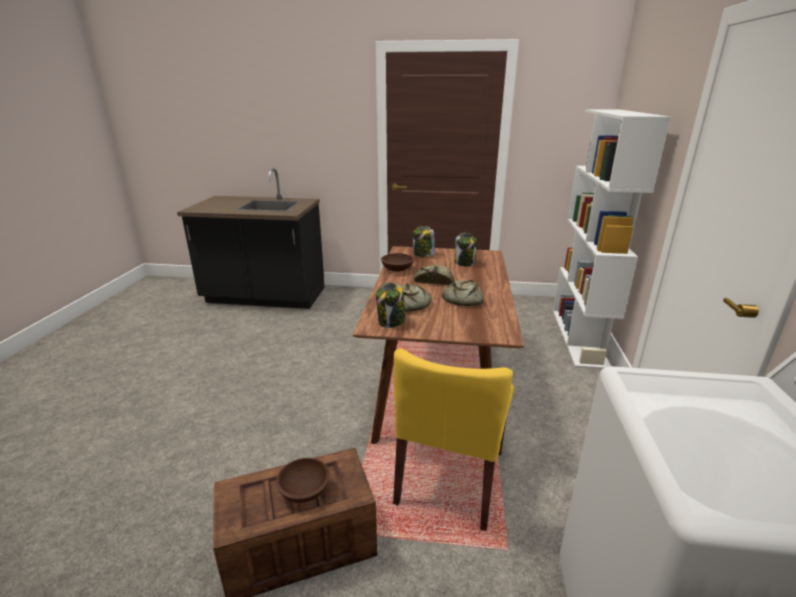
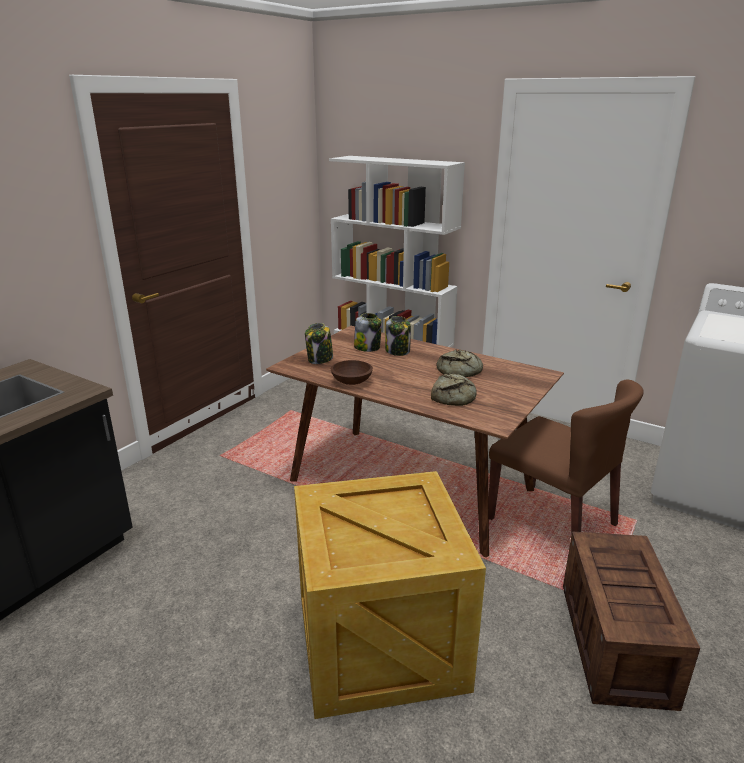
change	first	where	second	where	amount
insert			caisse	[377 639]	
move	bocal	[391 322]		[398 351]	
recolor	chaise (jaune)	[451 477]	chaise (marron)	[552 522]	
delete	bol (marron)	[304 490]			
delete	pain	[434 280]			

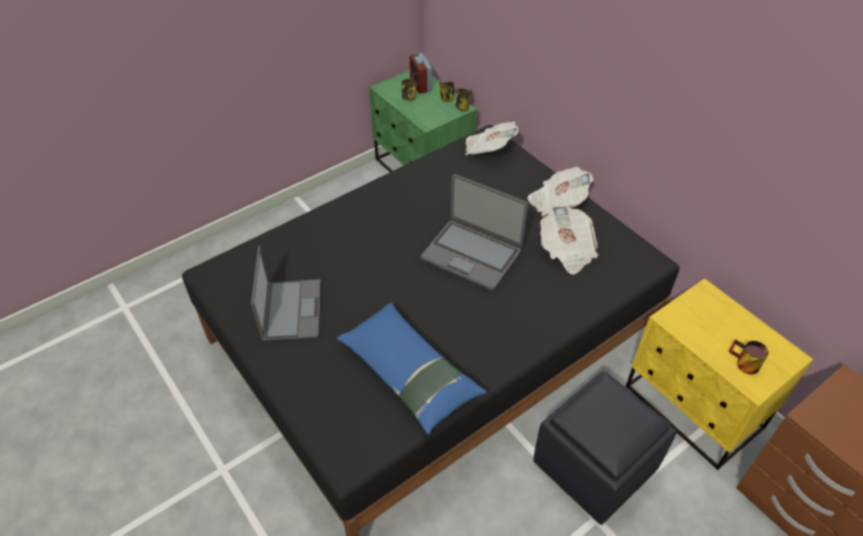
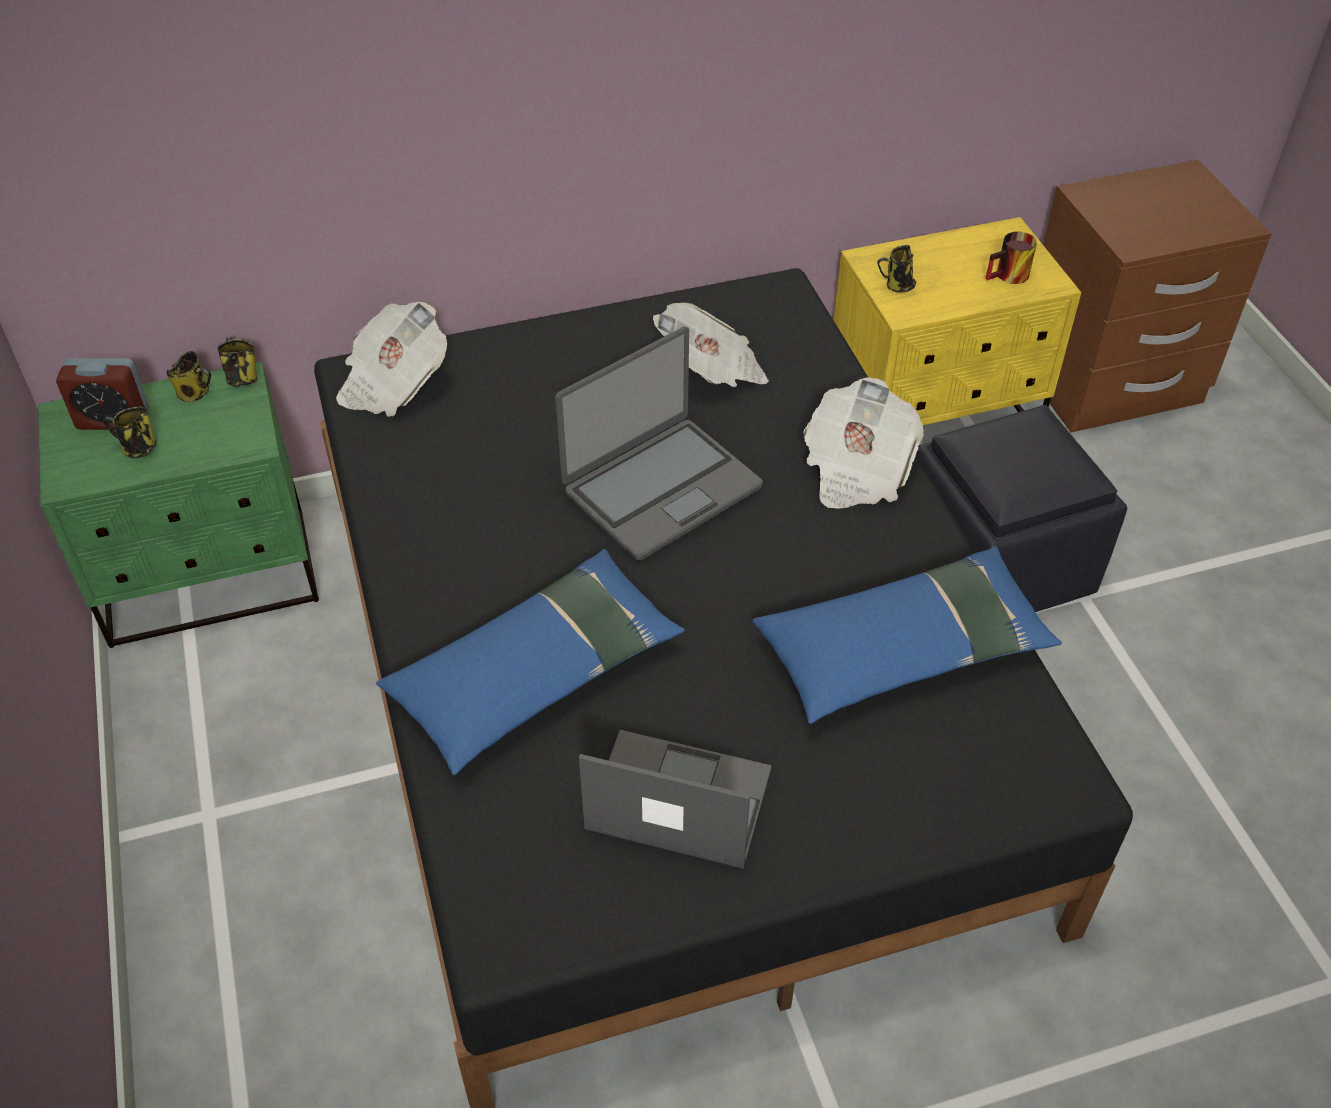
change	first	where	second	where	amount
insert			coussin (bleu)	[536 674]	
move	journal	[557 203]		[856 470]	
insert			mug	[897 286]	

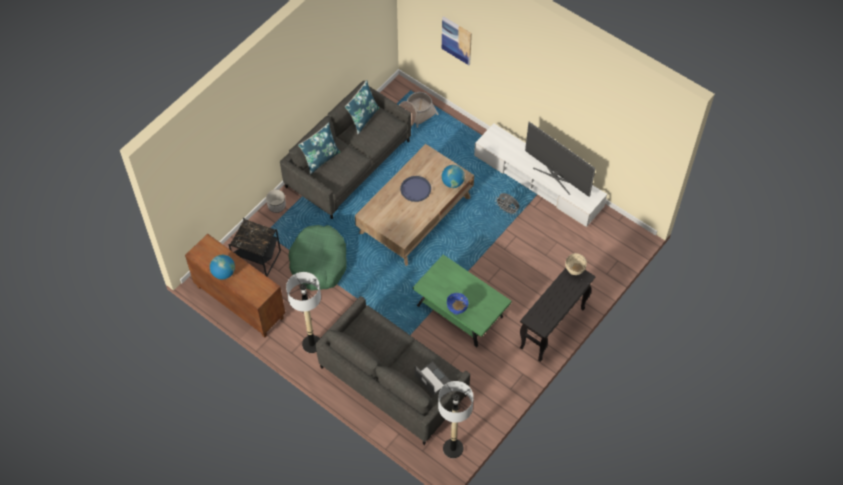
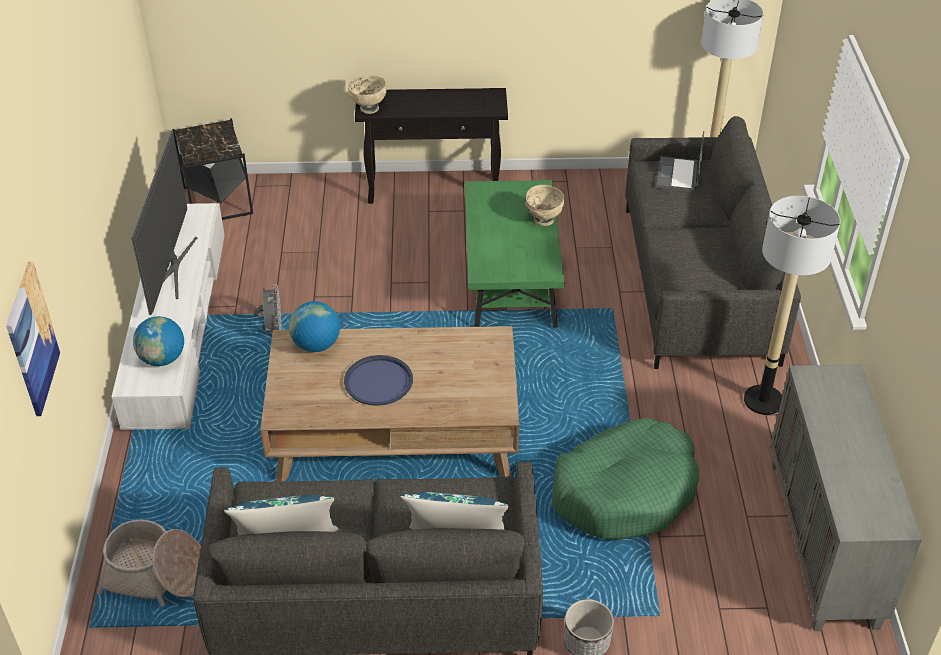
change	first	where	second	where	amount
move	globe	[223 273]		[162 359]	
move	table d'appoint (noir)	[257 258]		[217 201]	
recolor	bol (bleu)	[457 309]	bol (beige)	[543 220]	
recolor	meuble de rangement (marron)	[239 302]	meuble de rangement (gris)	[824 543]	

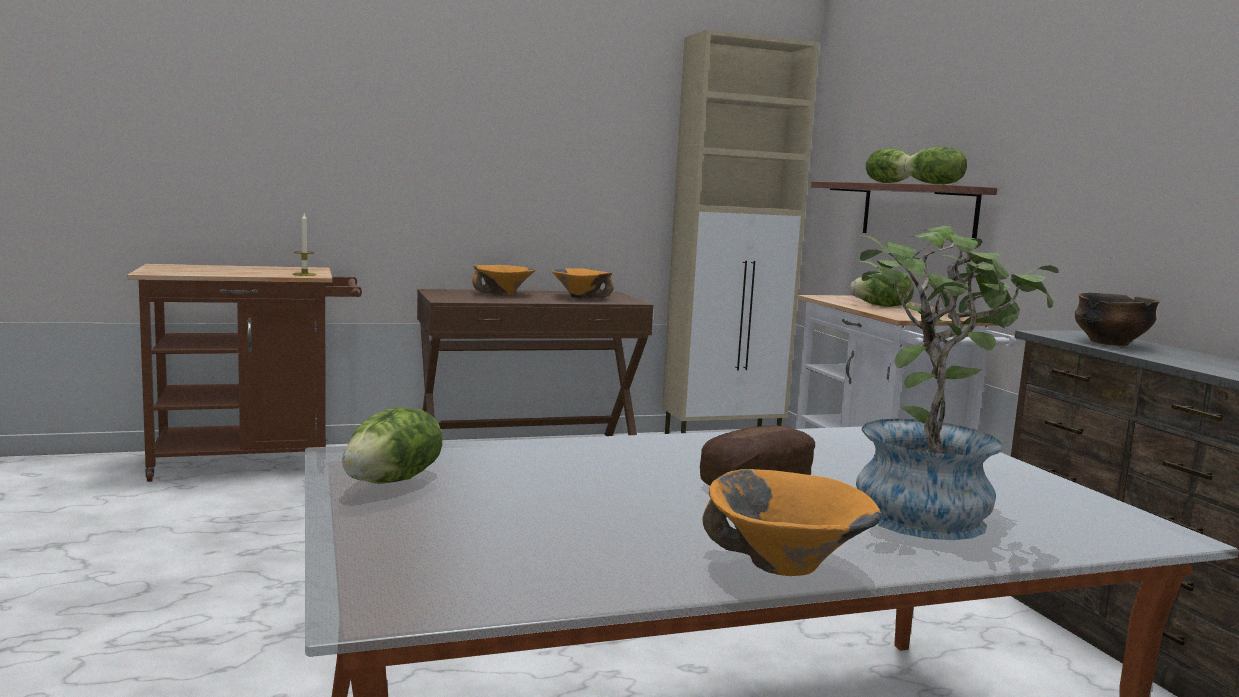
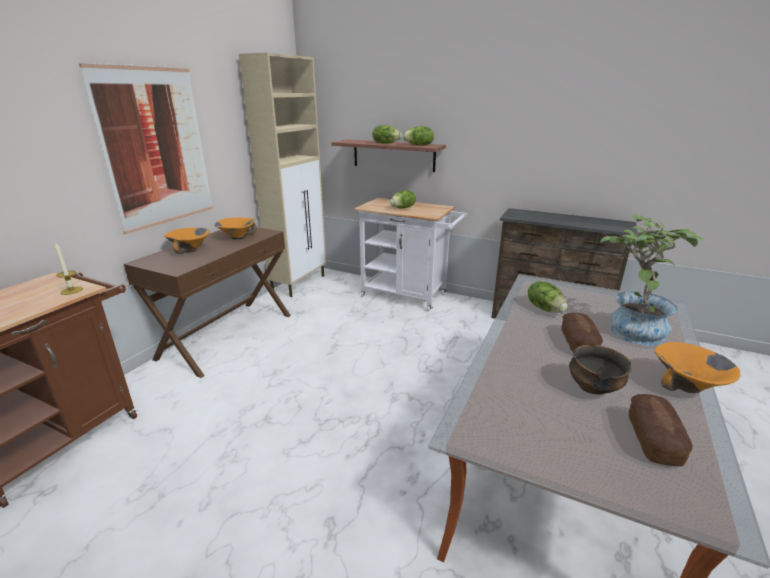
change	first	where	second	where	amount
insert			tableau	[156 148]	
move	laitue	[394 481]		[545 308]	
move	bol	[1109 343]		[593 388]	
insert			pain	[653 439]	

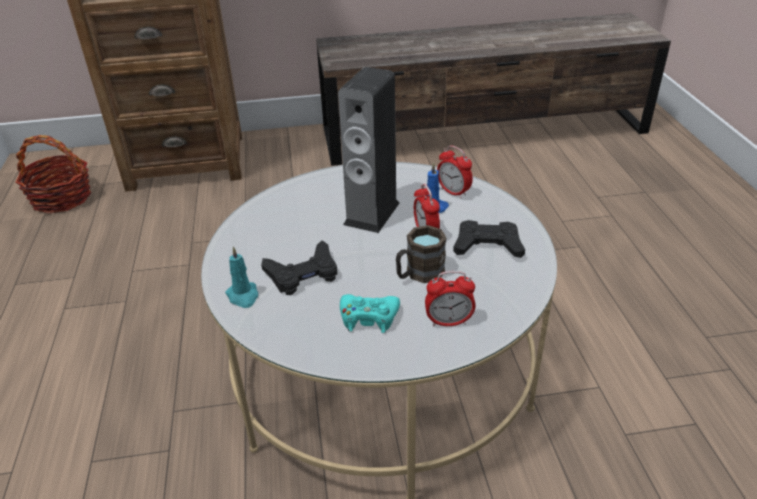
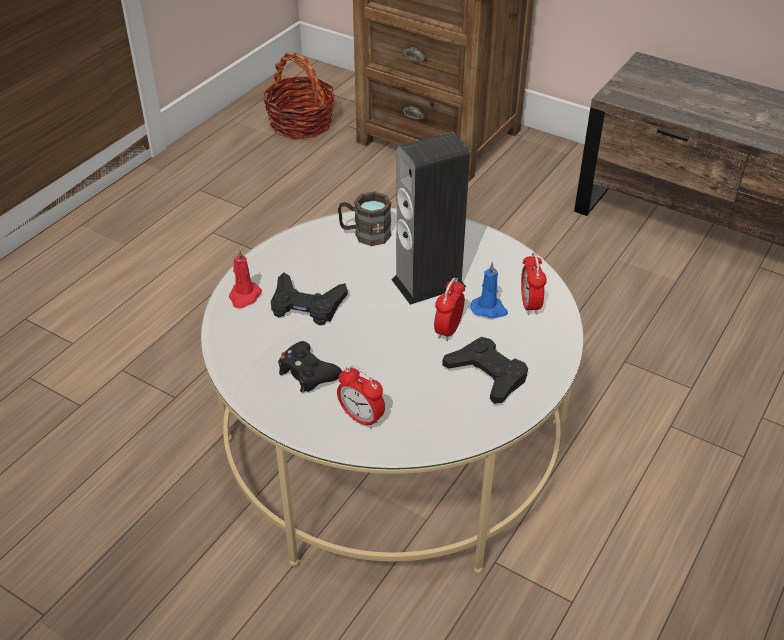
change	first	where	second	where	amount
recolor	bougie (turquoise)	[243 296]	bougie (rouge)	[244 296]	
recolor	manette (turquoise)	[369 318]	manette (noir)	[307 373]	
move	mug (marron)	[419 274]		[365 234]	

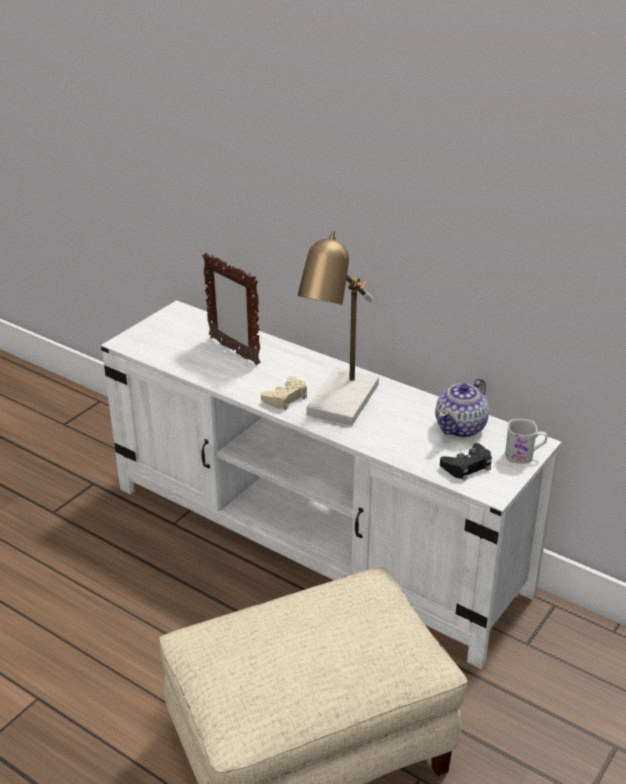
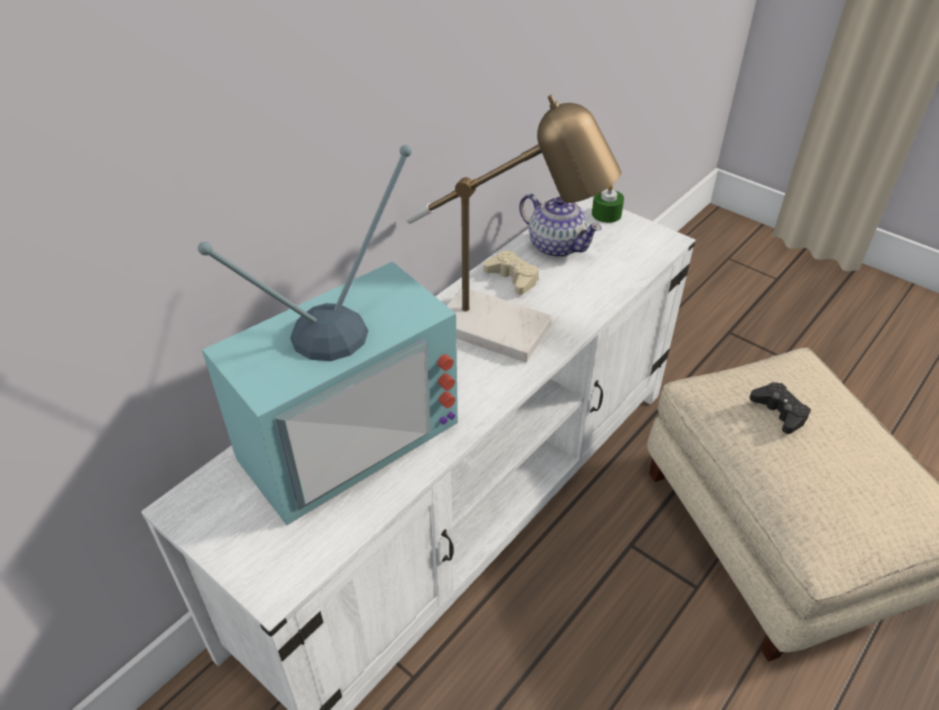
change	first	where	second	where	amount
replace	cadre photo	[234 351]	téléviseur	[345 432]	
move	manette (beige)	[286 398]		[512 278]	
replace	mug (blanc)	[524 456]	bougie (vert)	[606 214]	
move	manette (noir)	[467 466]		[779 412]	

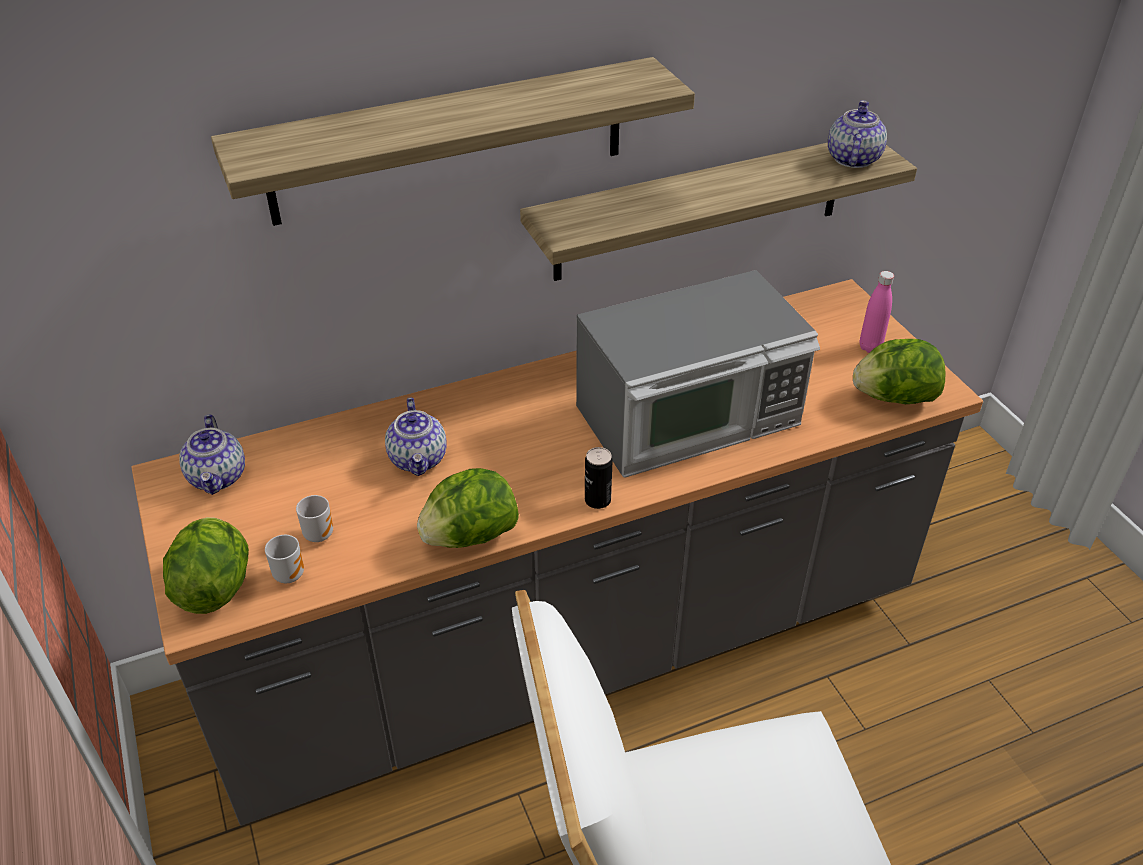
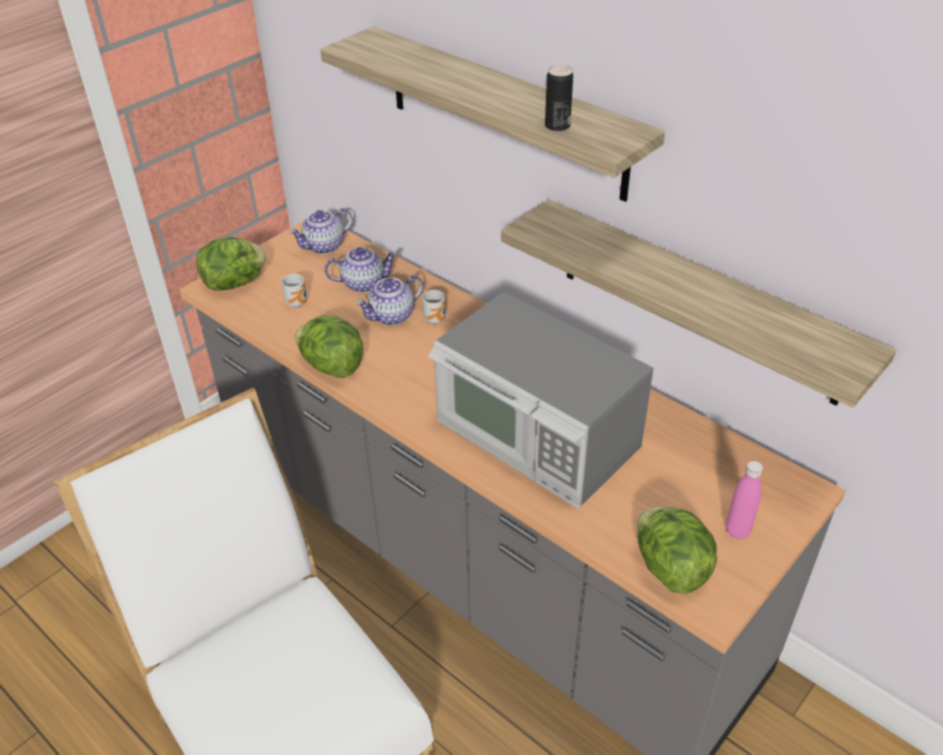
change	first	where	second	where	amount
move	théière	[852 159]		[363 283]	
move	mug	[289 573]		[436 319]	
move	boîte métallique	[597 500]		[557 126]	

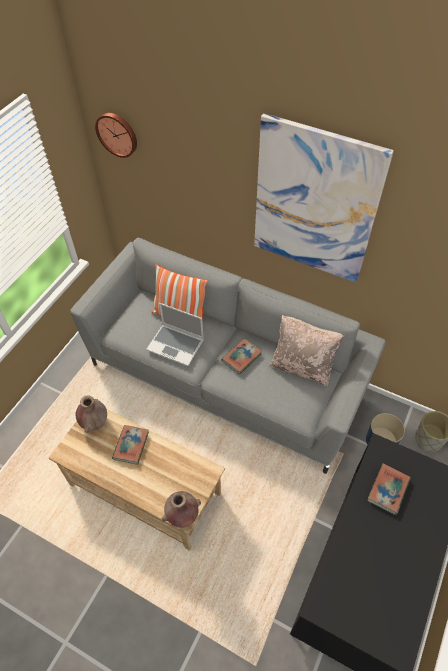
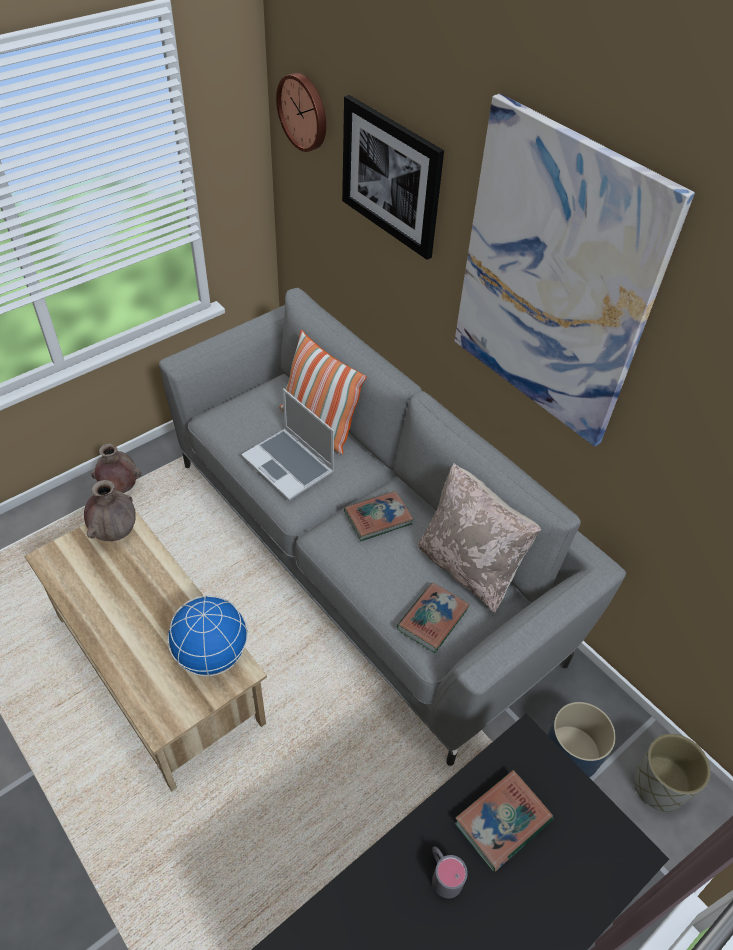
change	first	where	second	where	amount
move	vase (marron)	[182 516]		[120 488]	
insert			globe	[212 654]	
insert			tableau	[391 176]	
move	livre	[131 445]		[432 619]	
insert			mug (gris)	[443 874]	

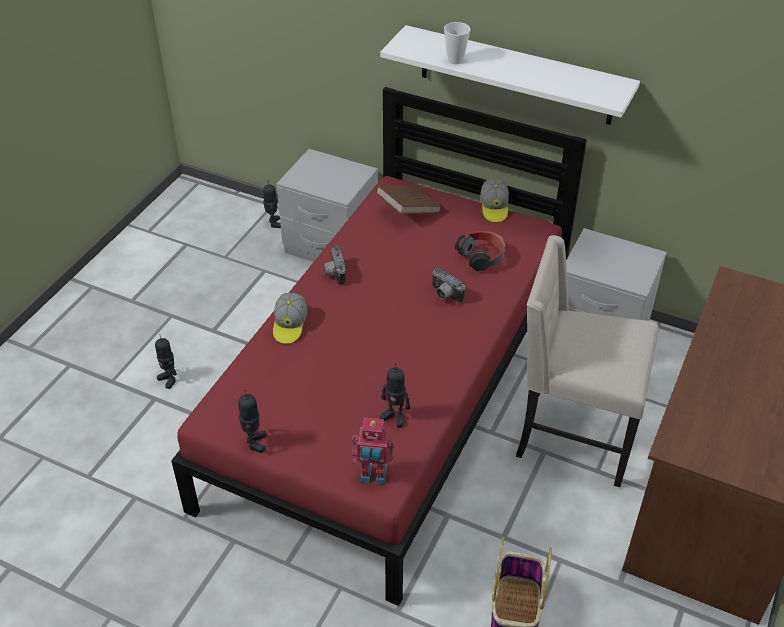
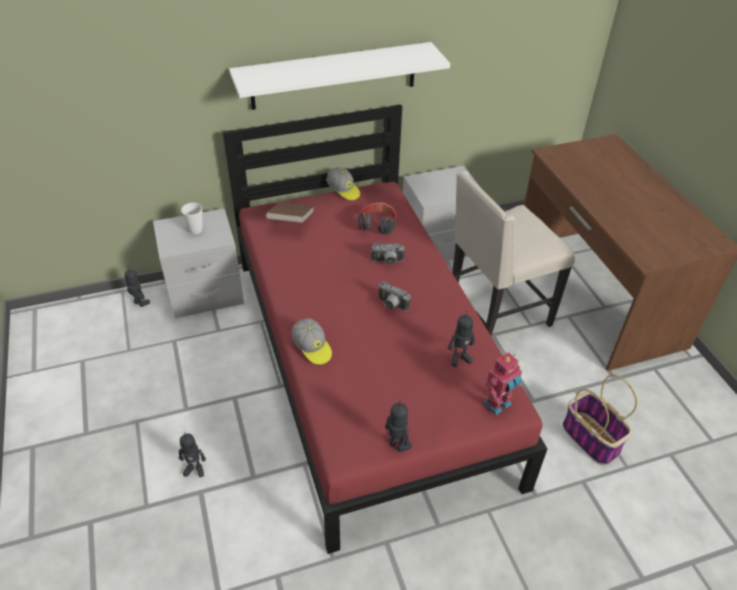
change	first	where	second	where	amount
move	tasse	[455 60]		[196 230]	
move	appareil photo	[333 273]		[391 305]	

